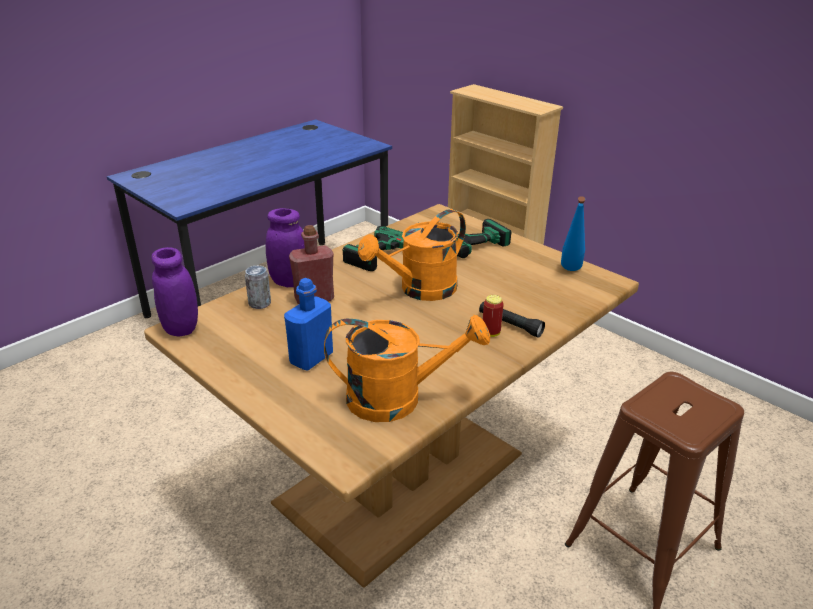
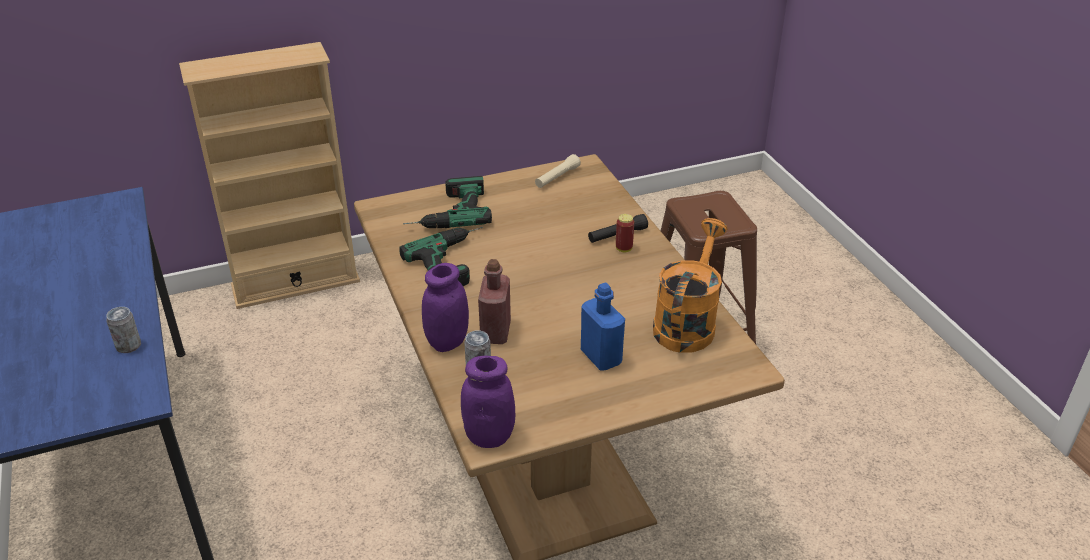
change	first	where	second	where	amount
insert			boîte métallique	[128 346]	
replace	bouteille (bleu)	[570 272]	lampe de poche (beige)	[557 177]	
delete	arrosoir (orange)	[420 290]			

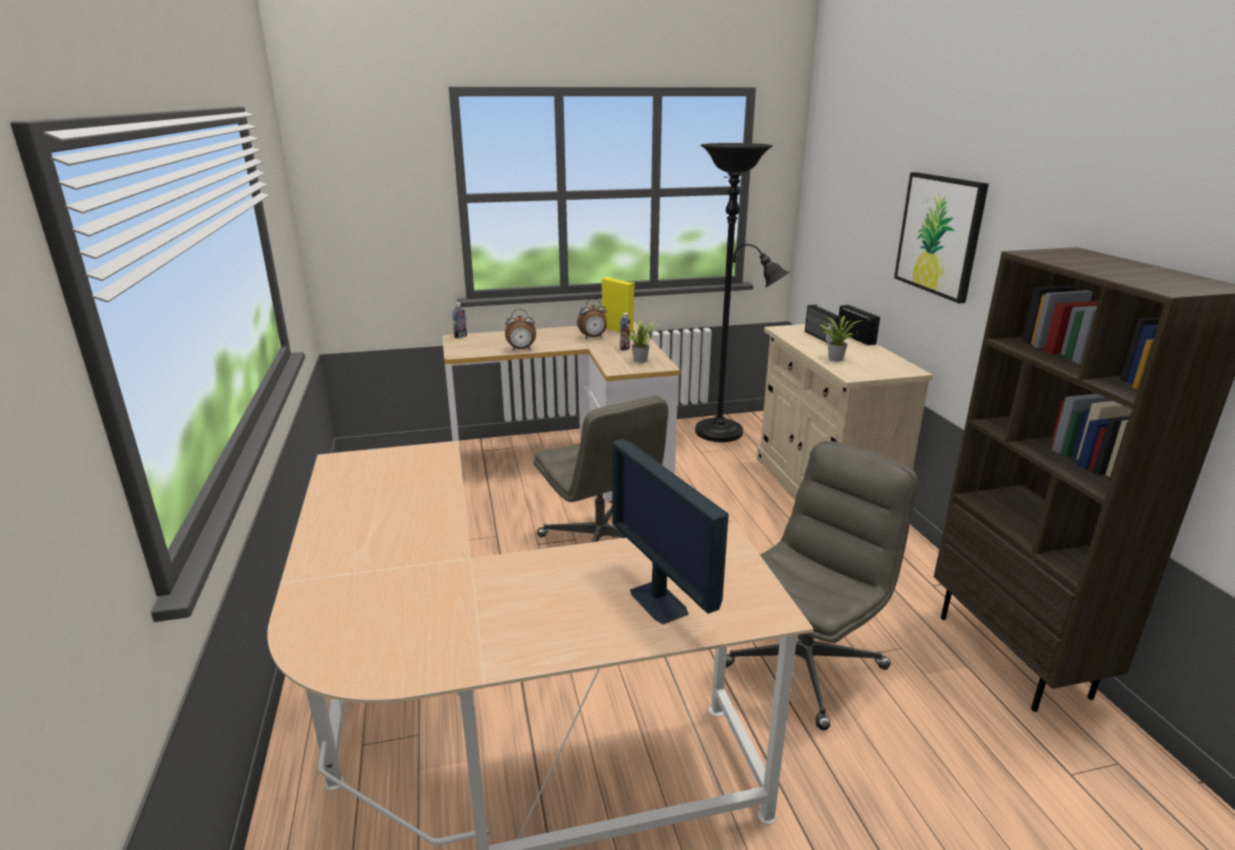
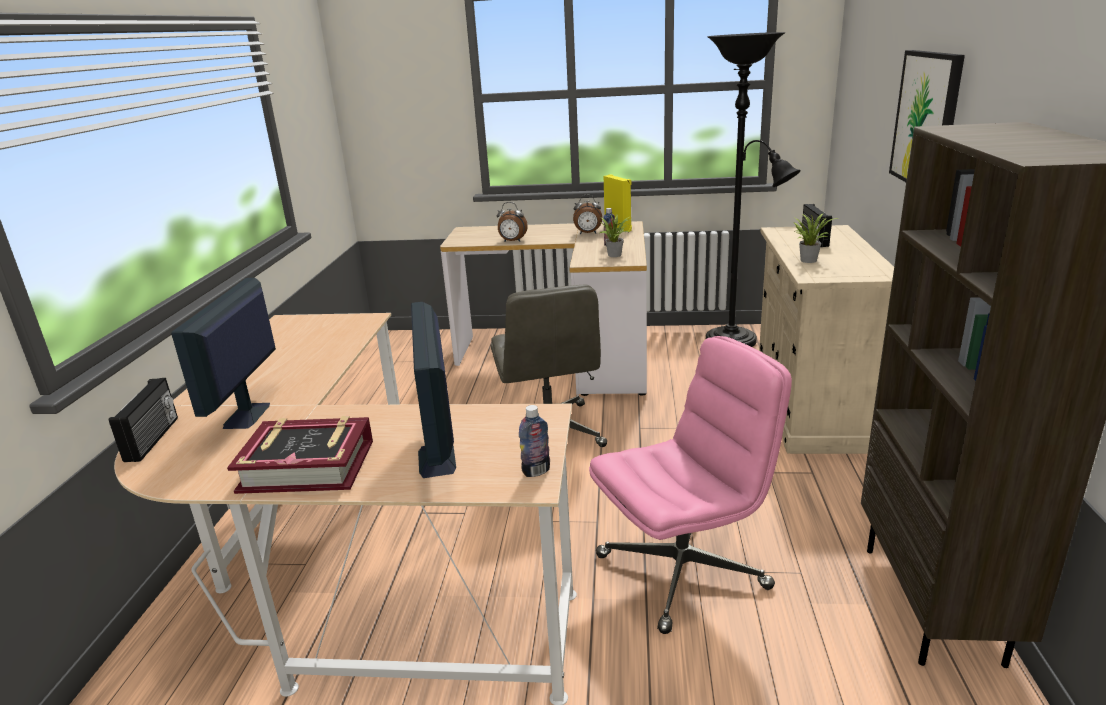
change	first	where	second	where	amount
move	radio	[856 337]		[154 439]	
insert			écran d'ordinateur	[246 416]	
insert			livre	[308 466]	
move	bouteille	[460 336]		[536 471]	
recolor	chaise de bureau (gris)	[804 665]	chaise de bureau (rose)	[683 570]	

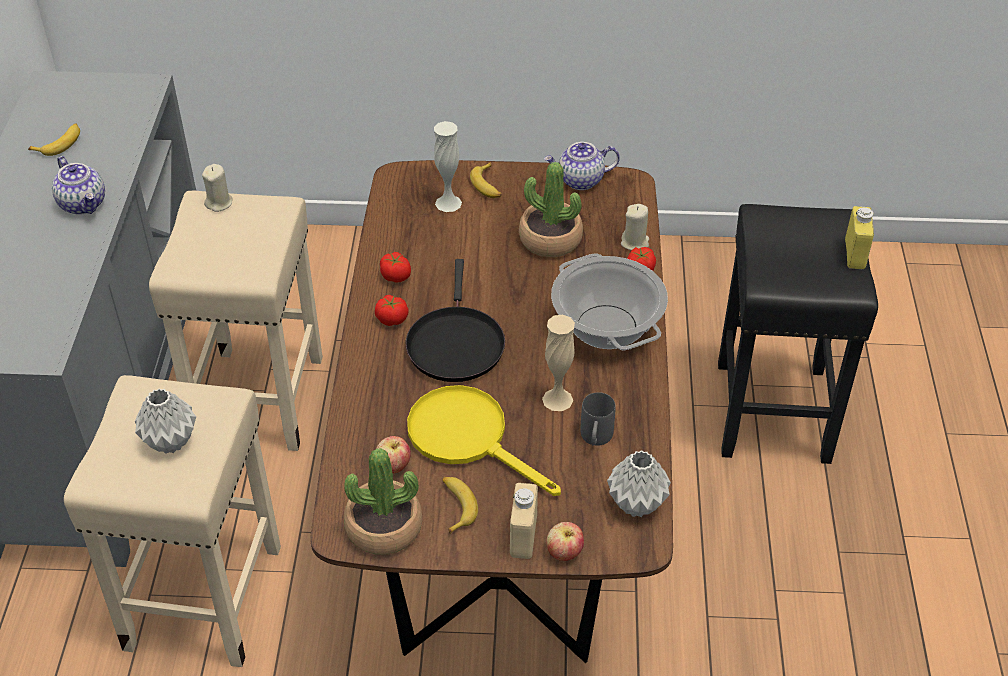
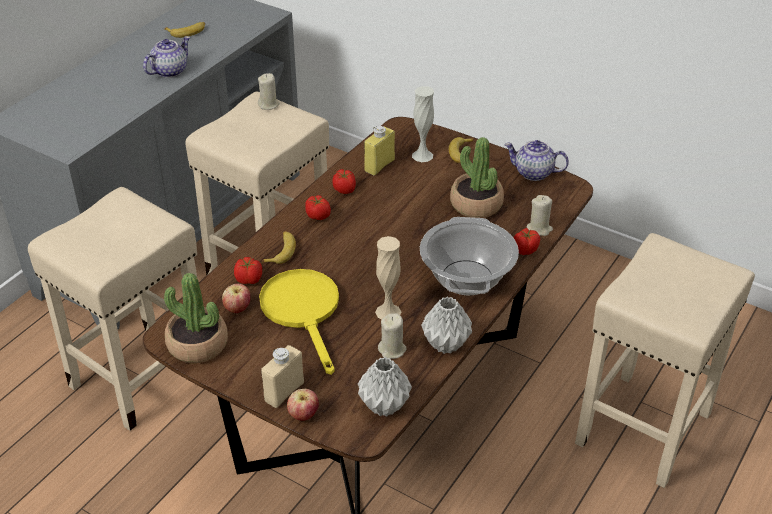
change	first	where	second	where	amount
rotate	théière	[83 204]		[169 71]	135 degrees counterclockwise
insert			tomate	[249 280]	
move	banane	[456 506]		[281 251]	
move	bouteille (jaune)	[854 254]		[379 165]	
replace	mug (gris)	[595 439]	bougie (beige)	[392 350]	
move	vase (gris)	[169 441]		[445 344]	
recolor	tabouret (noir)	[773 413]	tabouret (beige)	[642 430]	
delete	poêle (noir)	[455 343]			

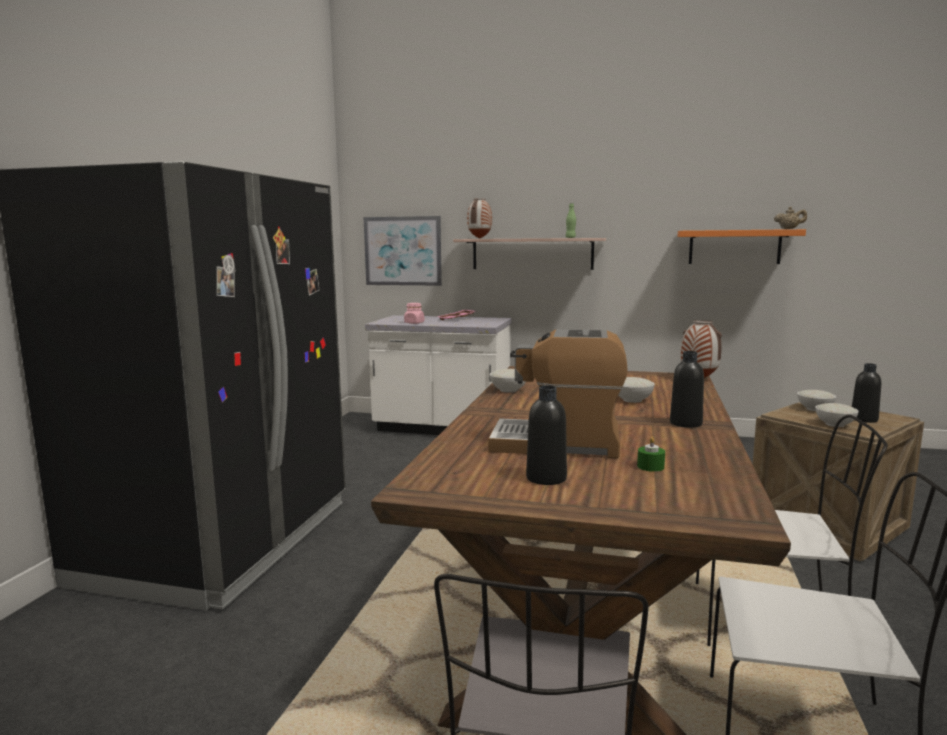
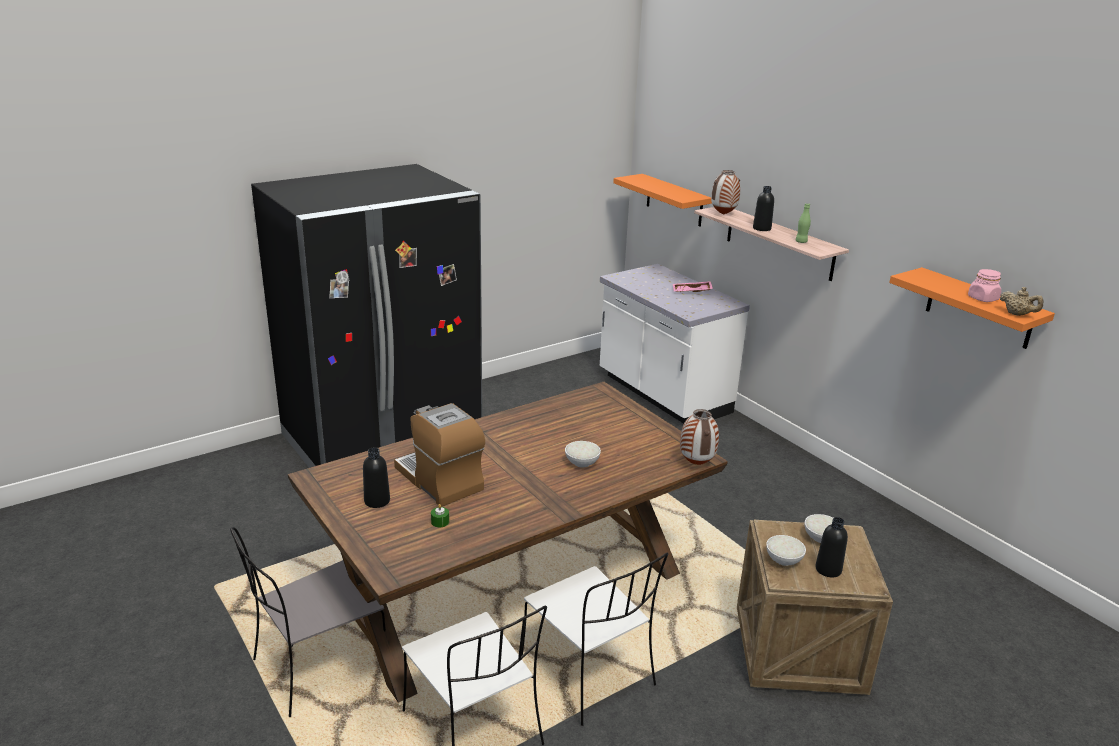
change	first	where	second	where	amount
replace	tableau	[403 251]	étagère (orange)	[674 200]	
move	bouteille (noir)	[685 423]		[761 228]	
move	bocal (rose)	[414 323]		[982 298]	
delete	bol (blanc)	[509 390]			

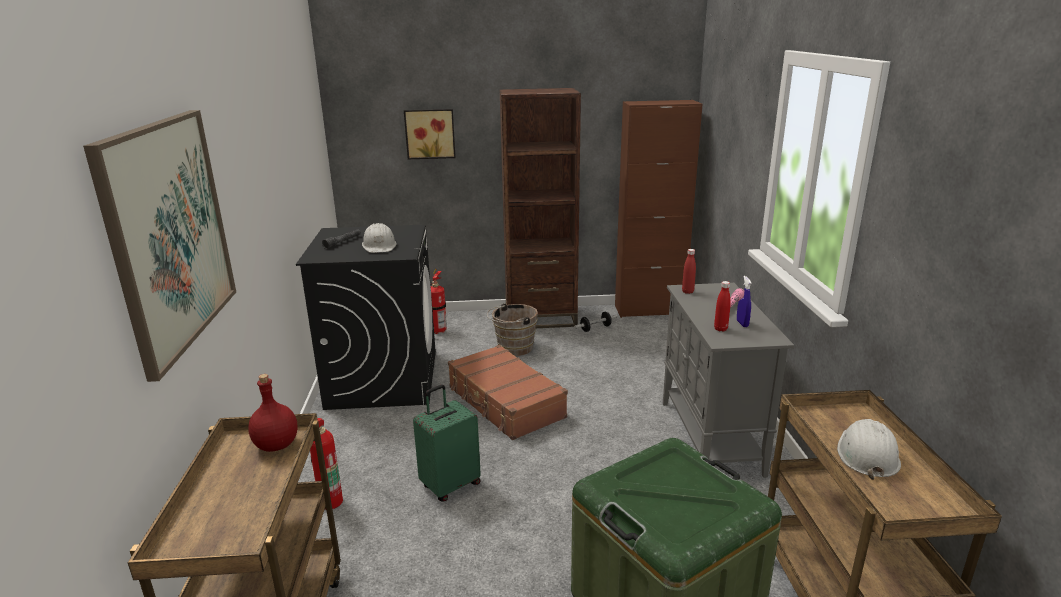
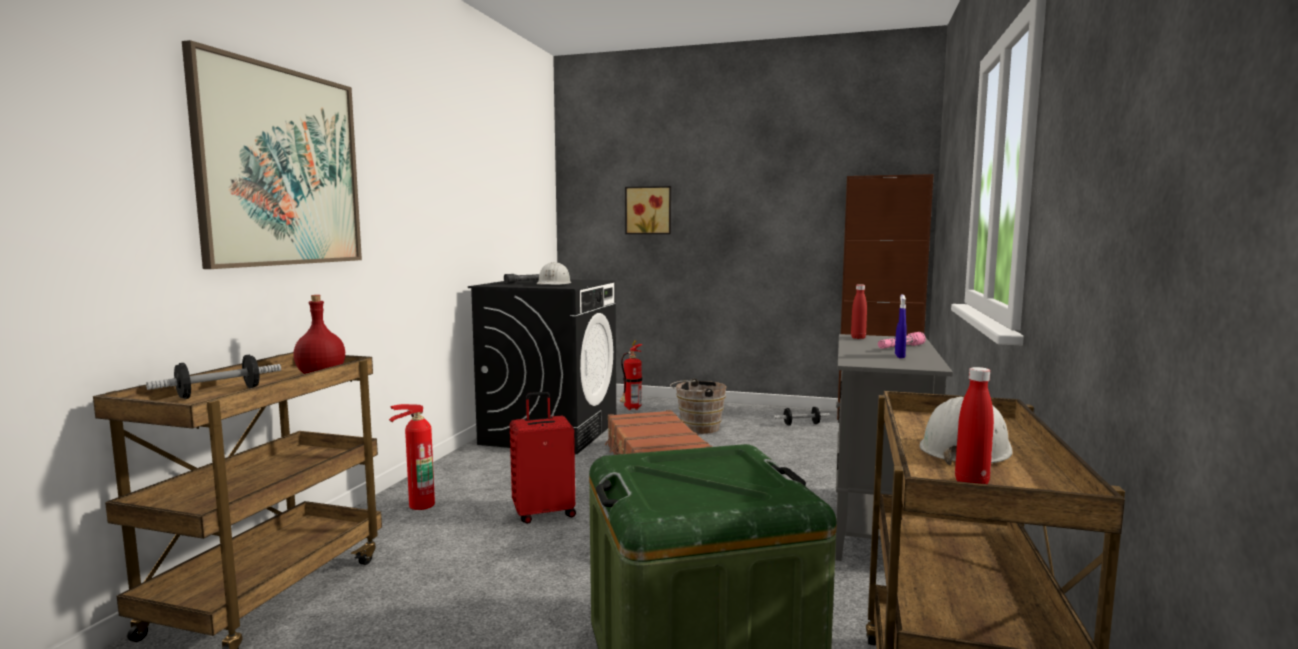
change	first	where	second	where	amount
insert			haltère	[219 393]	
recolor	valise (vert)	[450 485]	valise (rouge)	[544 513]	
move	bouteille (rouge)	[720 329]		[971 483]	
delete	bibliothèque (marron)	[540 318]			

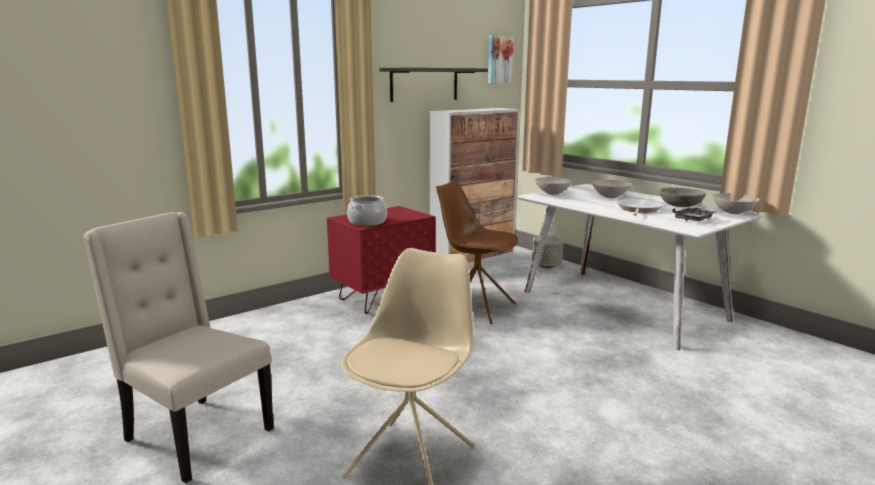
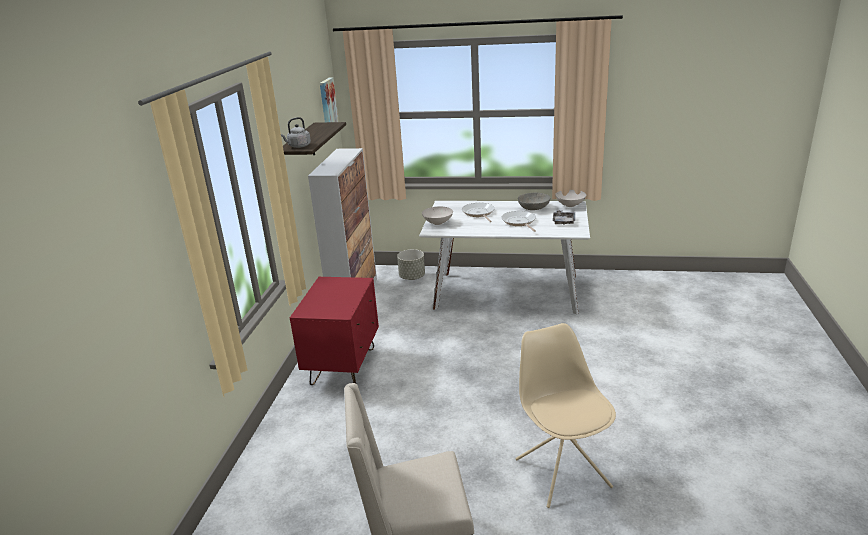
change	first	where	second	where	amount
insert			bouilloire (gris)	[298 146]	
replace	bol (blanc)	[609 197]	poêle	[478 213]	
delete	marmite	[367 222]			
delete	chaise (marron)	[475 307]			

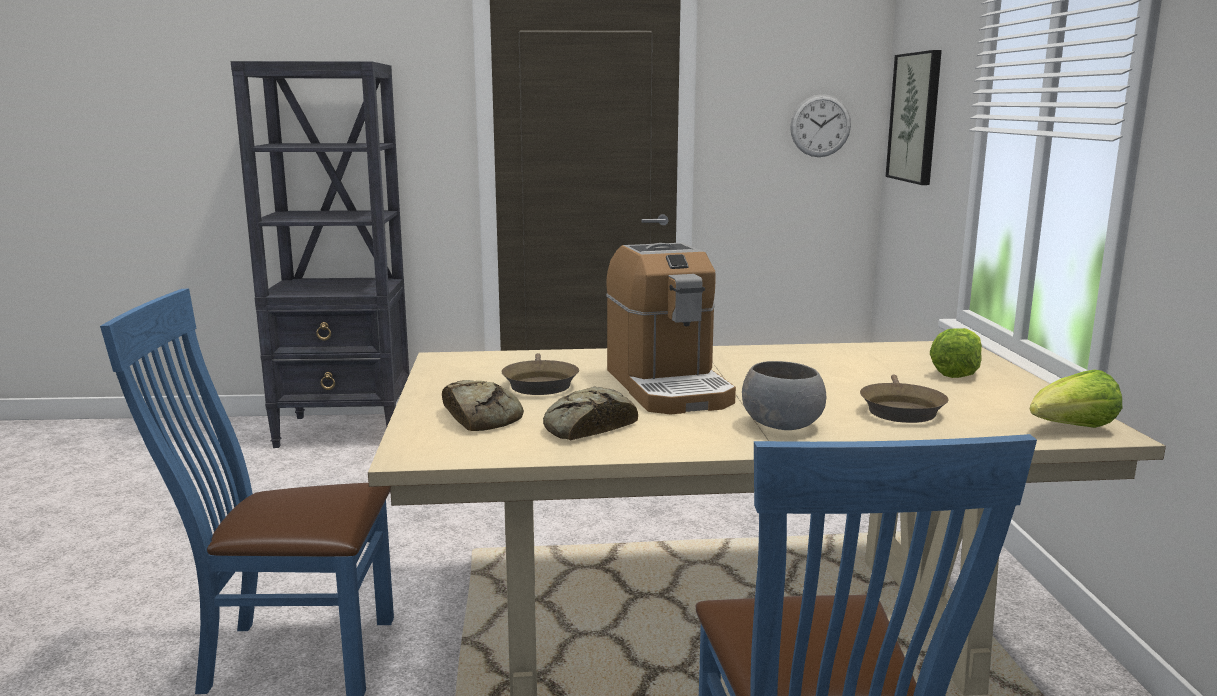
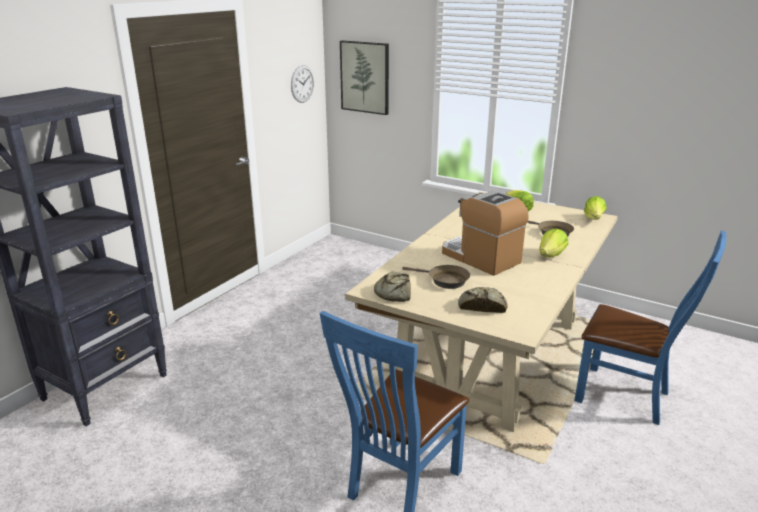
change	first	where	second	where	amount
move	pain	[586 427]		[394 293]	
rotate	machine à café	[668 387]		[480 258]	150 degrees counterclockwise
replace	bol (gris)	[783 426]	laitue	[551 255]	

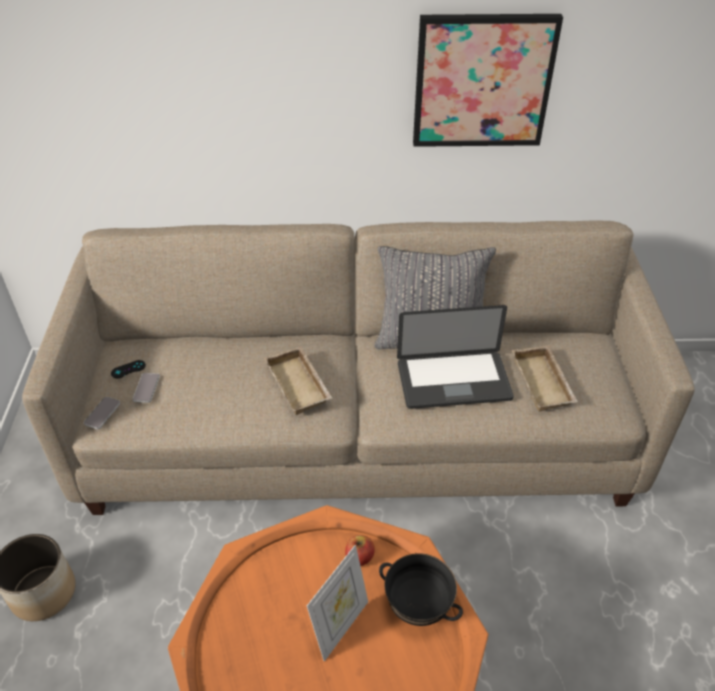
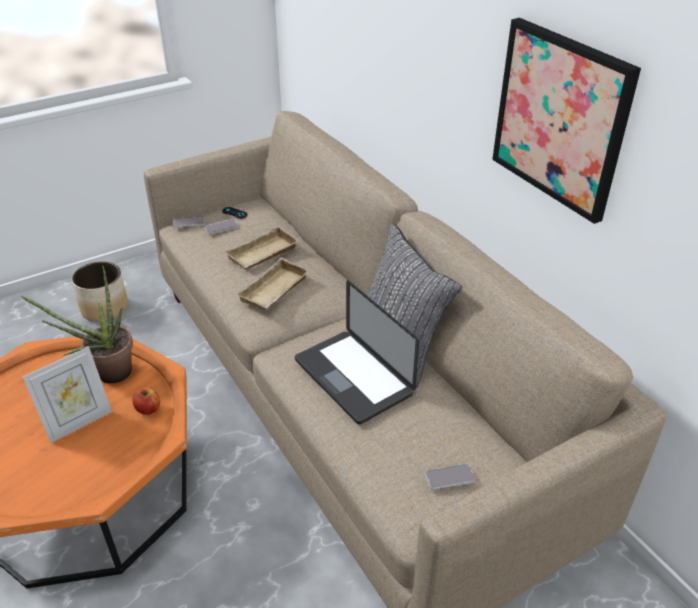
change	first	where	second	where	amount
insert			plante en pot	[107 375]	
rotate	cadre photo	[340 626]		[79 423]	45 degrees counterclockwise
move	plateau (beige)	[544 383]		[263 254]	
insert			téléphone	[449 477]	
delete	bol (noir)	[417 607]			

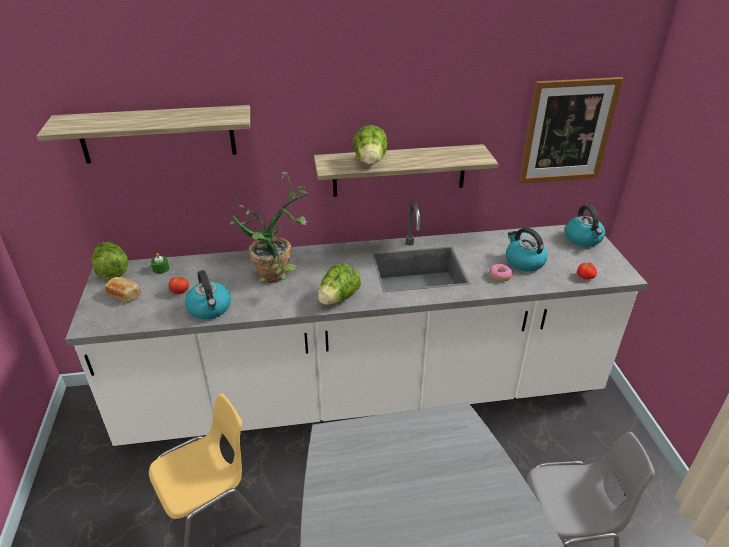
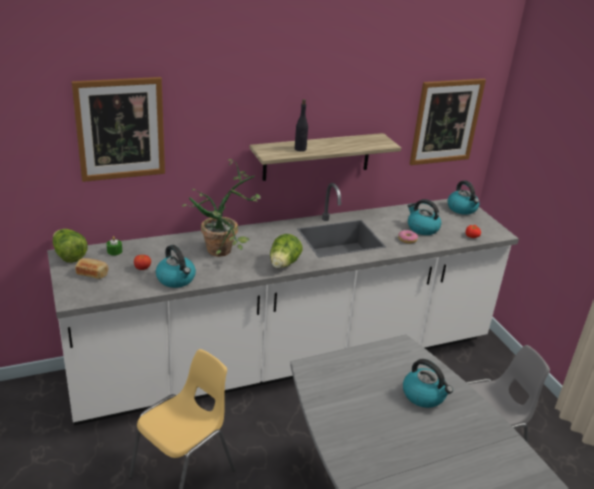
change	first	where	second	where	amount
replace	étagère	[157 134]	tableau	[120 129]	
replace	laitue	[370 162]	bouteille (noir)	[300 149]	
insert			bouilloire	[424 395]	

